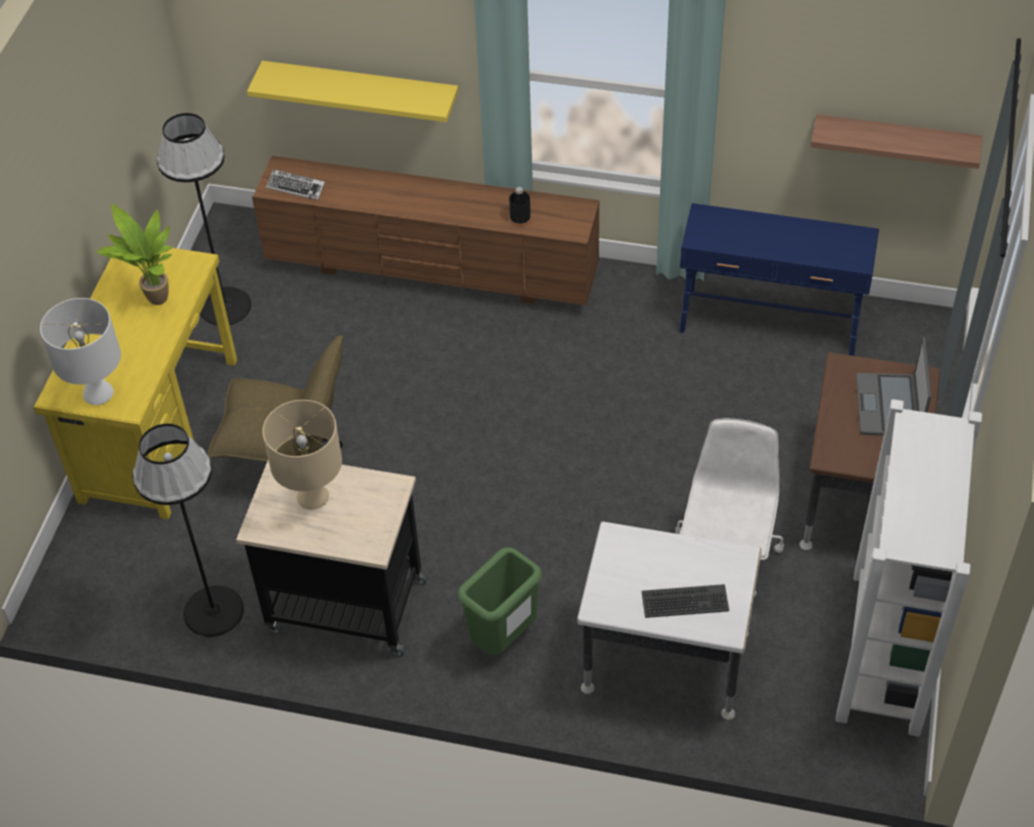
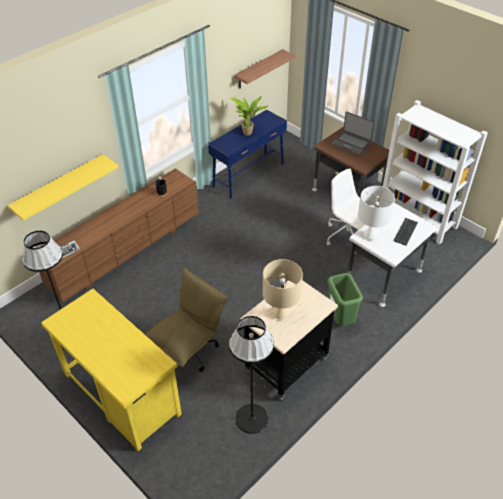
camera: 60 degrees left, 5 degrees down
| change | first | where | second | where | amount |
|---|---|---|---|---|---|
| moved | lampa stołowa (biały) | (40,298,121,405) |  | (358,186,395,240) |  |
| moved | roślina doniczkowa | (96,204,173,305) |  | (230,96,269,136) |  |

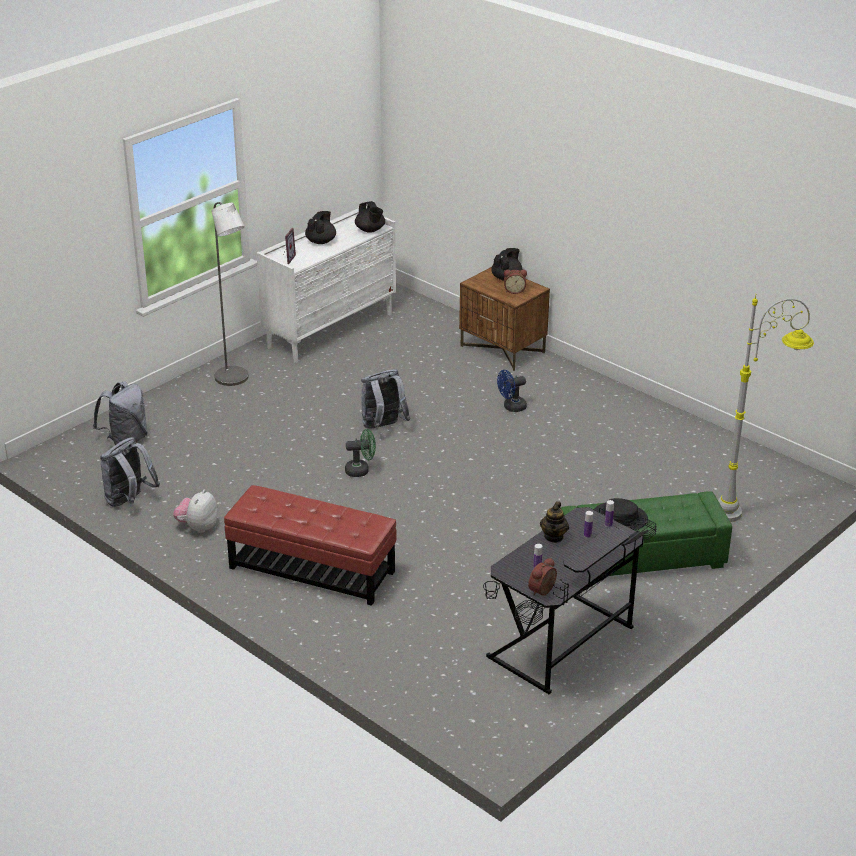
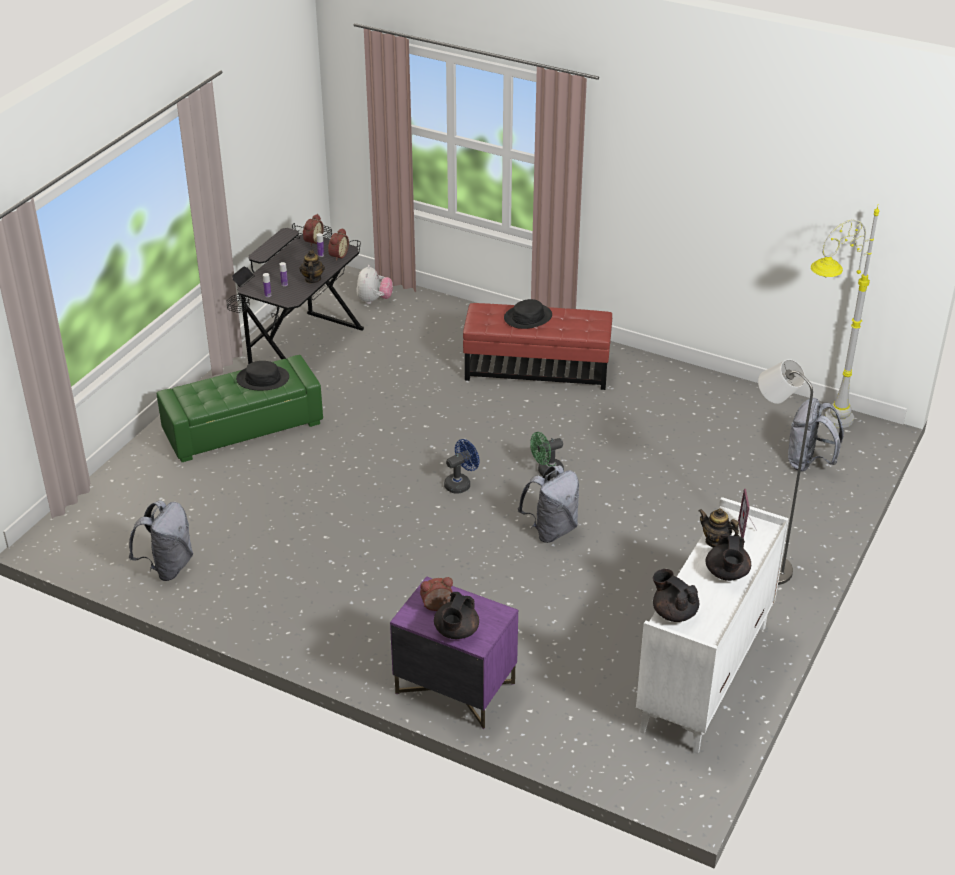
camera: 165 degrees right, 5 degrees up
| change | first | where | second | where | amount |
|---|---|---|---|---|---|
| moved | plecak (szary) | (100,437,160,507) |  | (129,500,193,581) |  |
| moved | pluszak | (173,489,218,533) |  | (356,265,393,304) |  |
| recoloured | szafka nocna (brązowy) | (459,267,550,371) | szafka nocna (fioletowy) | (390,576,518,729) |  |
| moved | wentylator (niebieski) | (497,370,527,412) |  | (444,439,479,494) |  |
| moved | lampa stojąca (szary) | (718,295,814,522) |  | (811,204,879,428) |  |
| added |  |  | budzik | (328,228,349,261) |  |
| added |  |  | kapelusz (czarny) | (504,299,552,329) |  |
| added |  |  | imbryk | (699,508,739,547) |  |

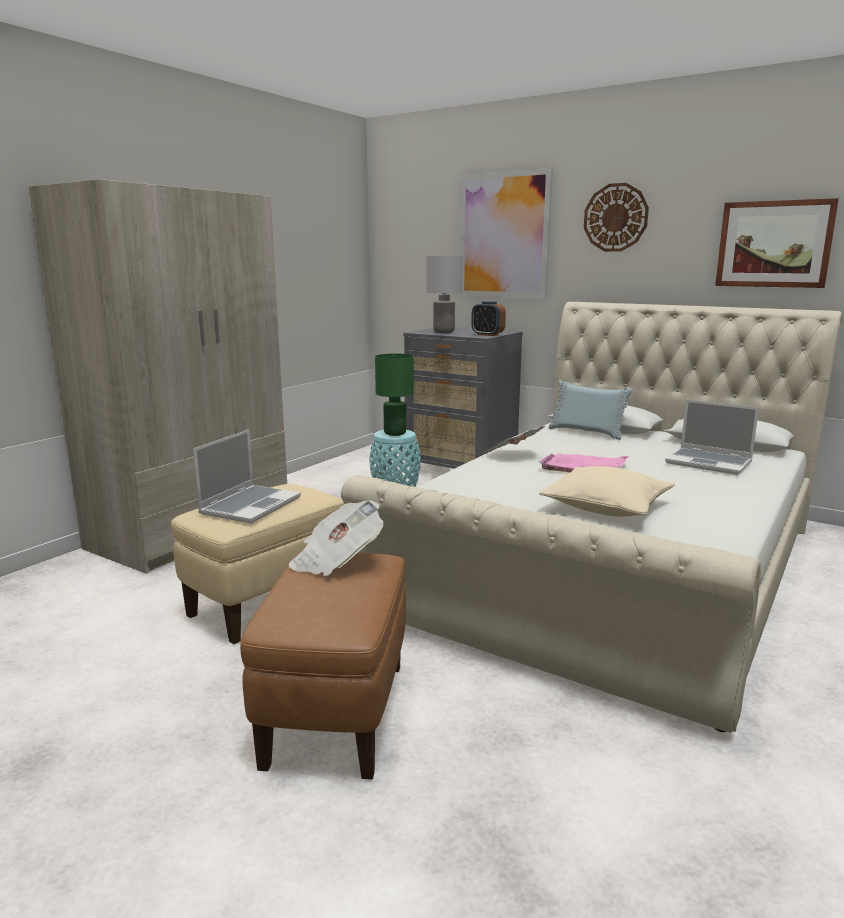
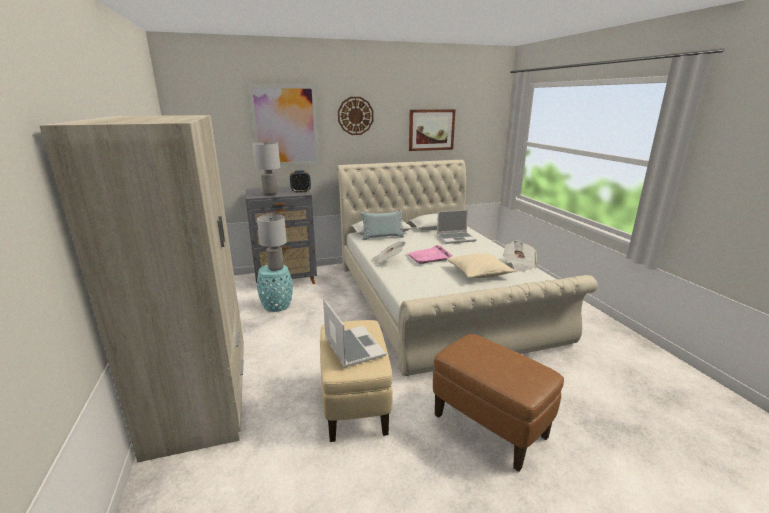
camera: 50 degrees left, 5 degrees up
| change | first | where | second | where | amount |
|---|---|---|---|---|---|
| moved | gazeta | (289,500,384,576) |  | (503,240,537,272) |  |
| recoloured | lampa stołowa (zielony) | (375,354,414,436) | lampa stołowa (szary) | (257,214,287,271) |  |

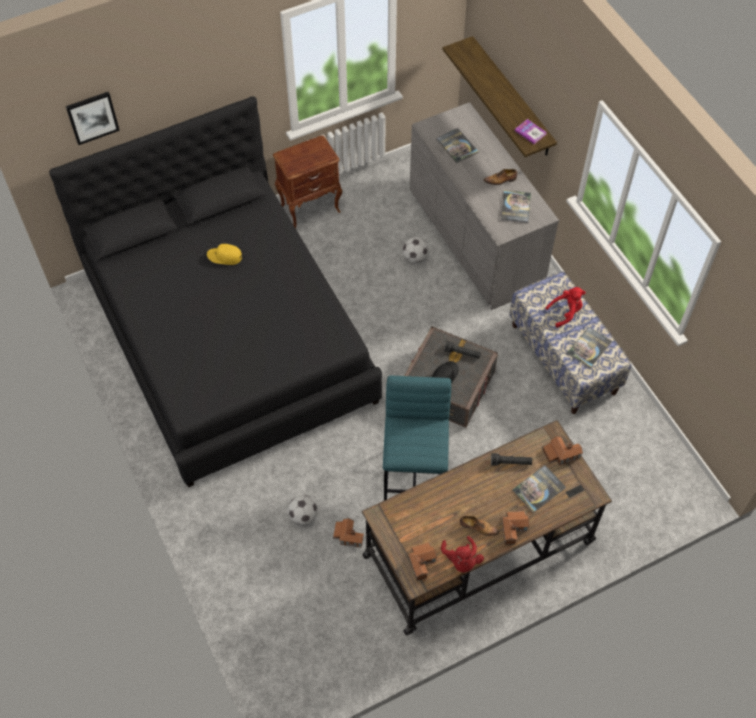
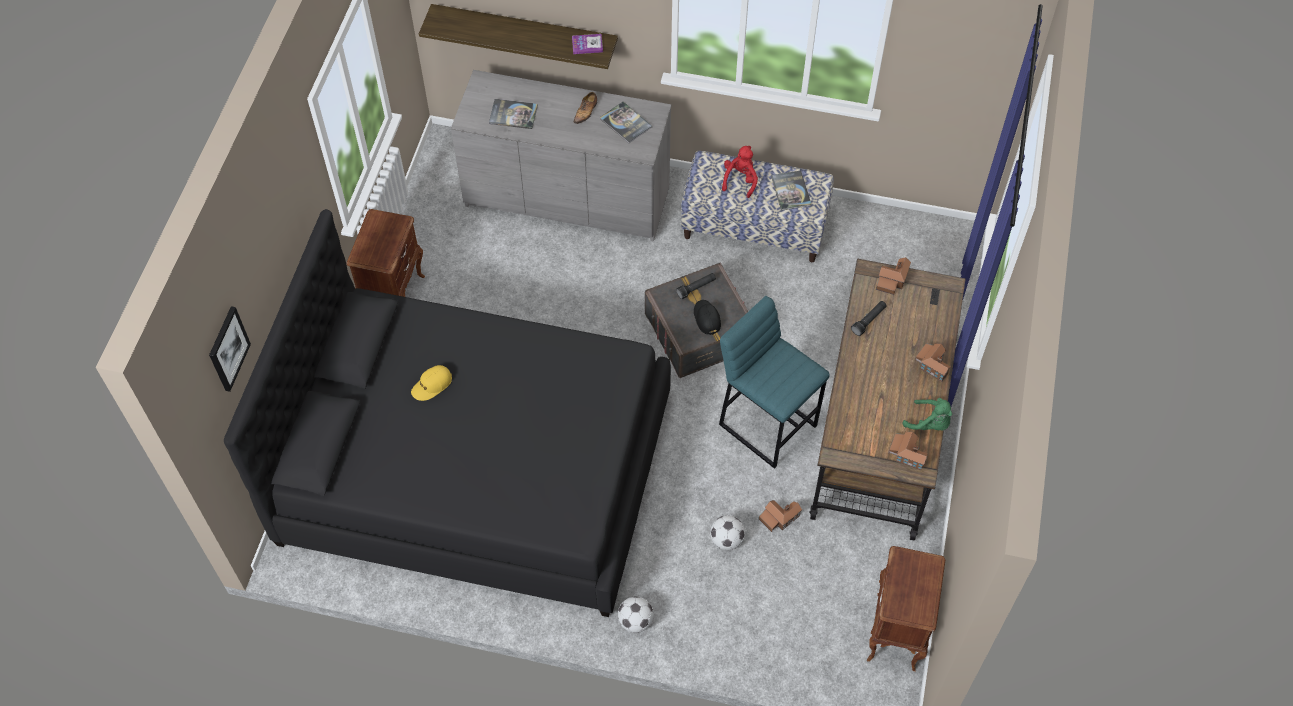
camera: 50 degrees left, 0 degrees up
| change | first | where | second | where | amount |
|---|---|---|---|---|---|
| moved | piłka futbolowa | (403,237,428,263) |  | (618,596,654,633) |  |
| recoloured | pluszak (czerwony) | (441,536,484,573) | pluszak (zielony) | (903,398,952,430) |  |
| removed | but | (460,516,499,536) |  |  |  |
| removed | książka | (512,465,566,513) |  |  |  |
| added |  |  | szafka nocna (brązowy) | (867,546,945,672) |  |

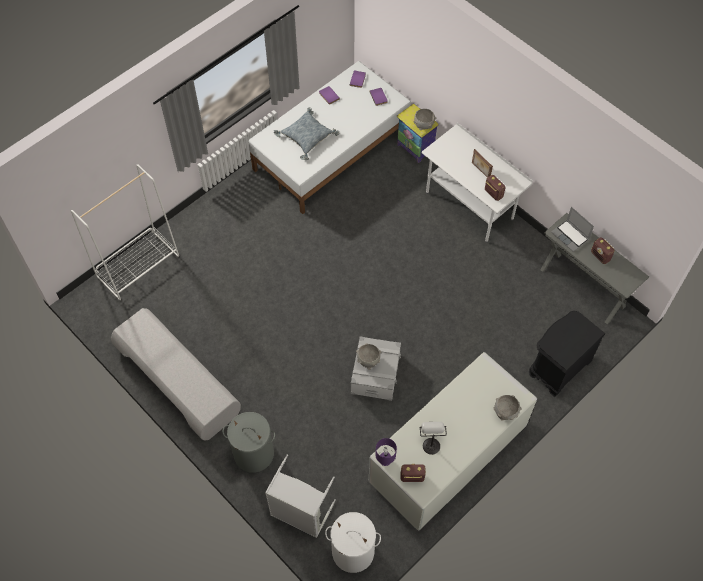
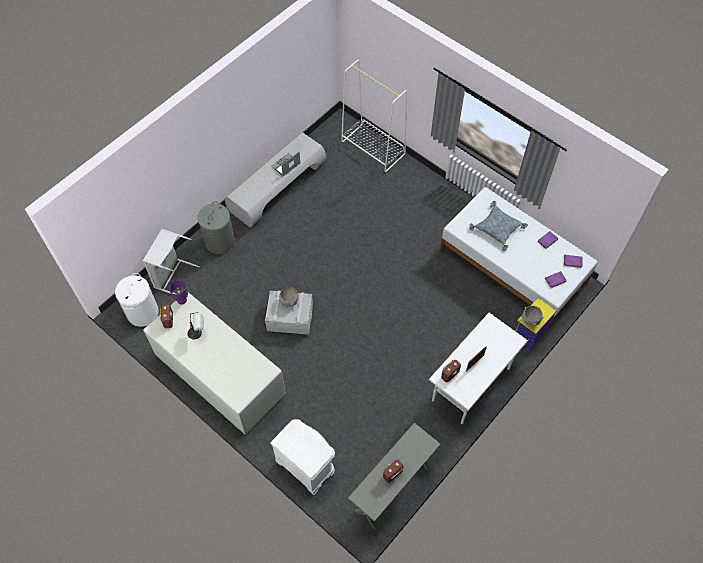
camera: 85 degrees right, 0 degrees up
| change | first | where | second | where | amount |
|---|---|---|---|---|---|
| removed | miska (szary) | (493,395,522,421) |  |  |  |
| recoloured | szafka nocna (czarny) | (529,311,605,397) | szafka nocna (biały) | (270,419,335,495) |  |
| moved | laptop | (551,207,594,252) |  | (271,152,300,176) |  |

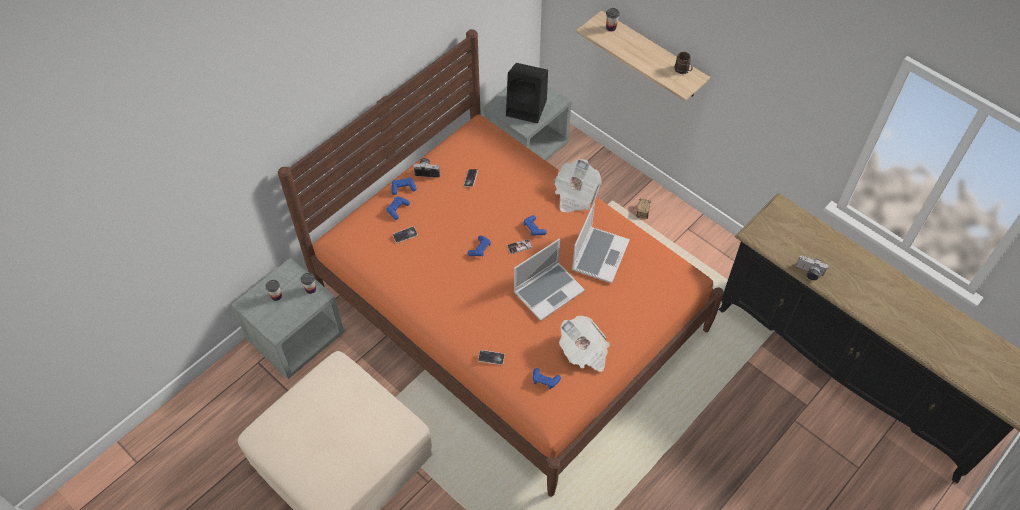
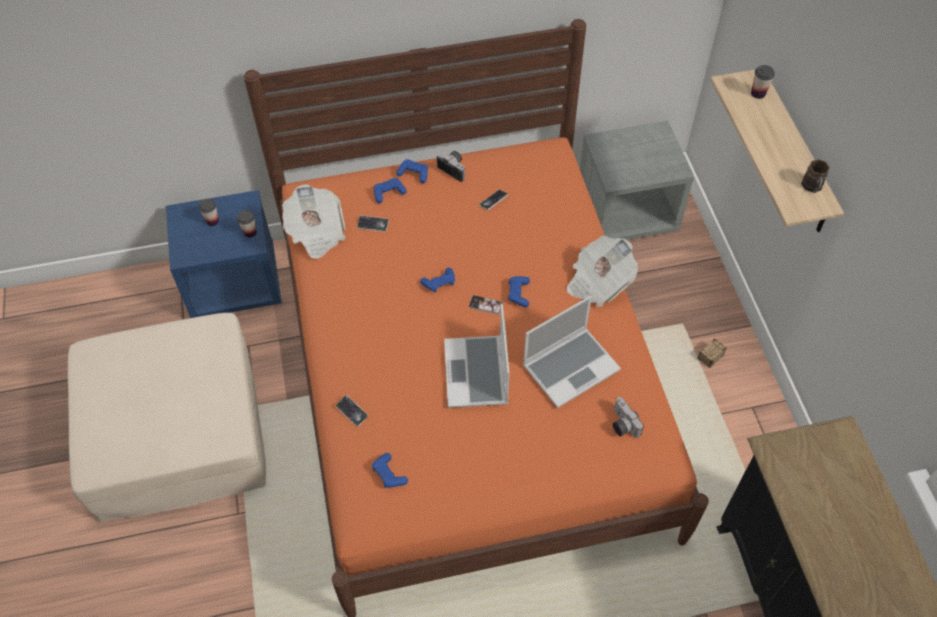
camera: 35 degrees right, 0 degrees up
| change | first | where | second | where | amount |
|---|---|---|---|---|---|
| recoloured | szafka nocna (szary) | (231,258,345,379) | szafka nocna (niebieski) | (166,190,282,318) |  |
| removed | głośnik (czarny) | (506,63,548,123) |  |  |  |
| turned | laptop | (514,238,585,321) |  | (444,304,510,408) | 90 degrees clockwise |
| moved | gazeta | (559,316,610,372) |  | (282,184,346,259) |  |
| moved | aparat fotograficzny | (796,255,828,280) |  | (613,397,644,438) |  |

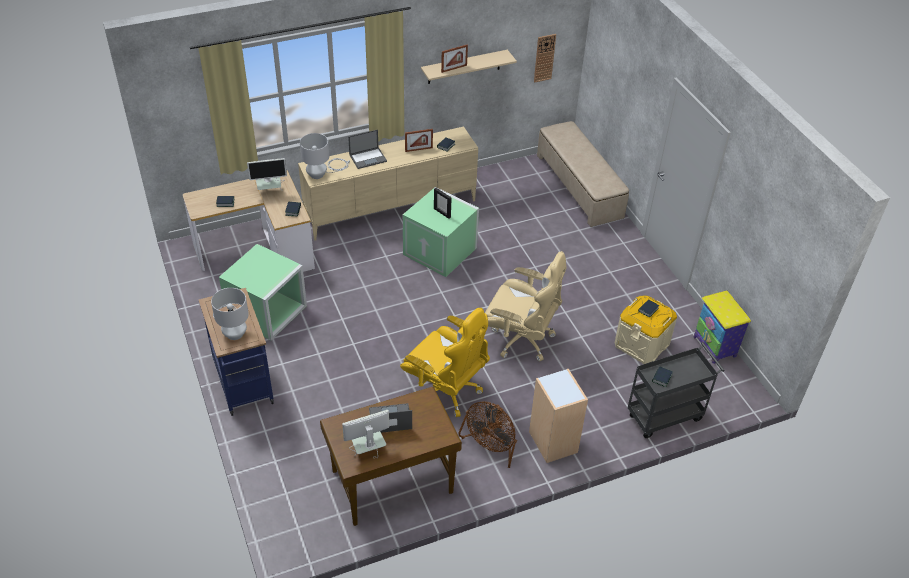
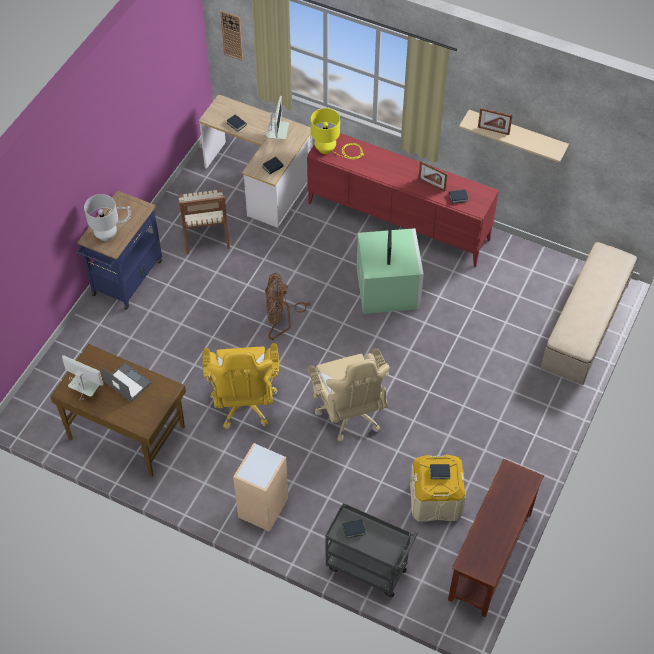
camera: 50 degrees right, 10 degrees up
| change | first | where | second | where | amount |
|---|---|---|---|---|---|
| replaced | pojemnik do przechowywania (zielony) | (219,244,307,341) | krzesło | (179,189,230,254) |  |
| turned | monitor | (247,158,287,190) |  | (263,96,289,139) | 120 degrees counterclockwise |
| recoloured | szafka (beżowy) | (298,126,478,241) | szafka (czerwony) | (307,133,499,267) |  |
| recoloured | lampa stołowa (biały) | (300,133,350,179) | lampa stołowa (żółty) | (311,108,364,159) |  |
| removed | laptop | (348,130,387,169) |  |  |  |
| moved | wentylator (brązowy) | (458,402,517,468) |  | (265,273,310,340) |  |
| moved | zegar ścienny | (534,34,556,83) |  | (220,11,243,61) |  |
| replaced | szafka nocna | (694,290,751,364) | stolik konsolowy (brązowy) | (448,459,544,617) |  |

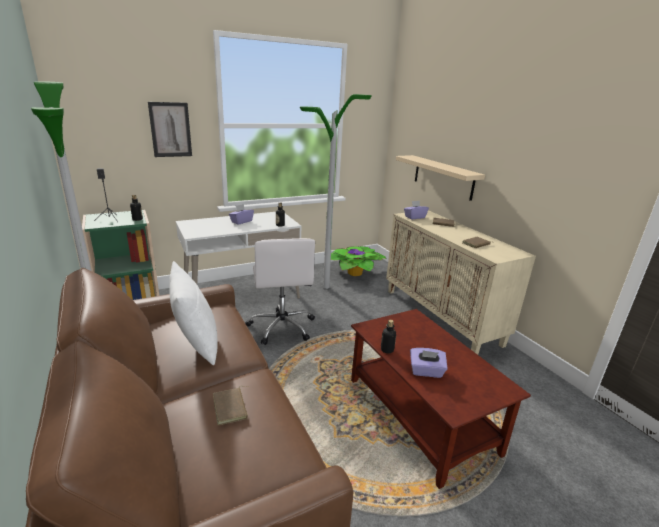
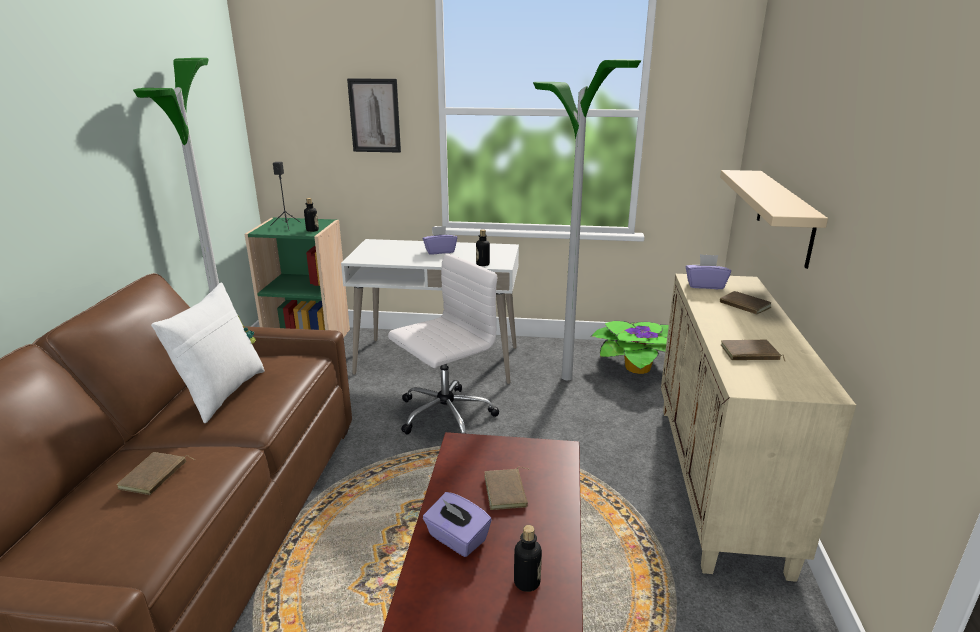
camera: 35 degrees right, 0 degrees up
| change | first | where | second | where | amount |
|---|---|---|---|---|---|
| turned | krzesło biurowe (biały) | (246,238,315,345) |  | (388,254,499,435) | 150 degrees counterclockwise |
| moved | butelka | (381,320,396,353) |  | (514,525,542,592) |  |
| added |  |  | książka (brązowy) | (485,467,530,510) |  |

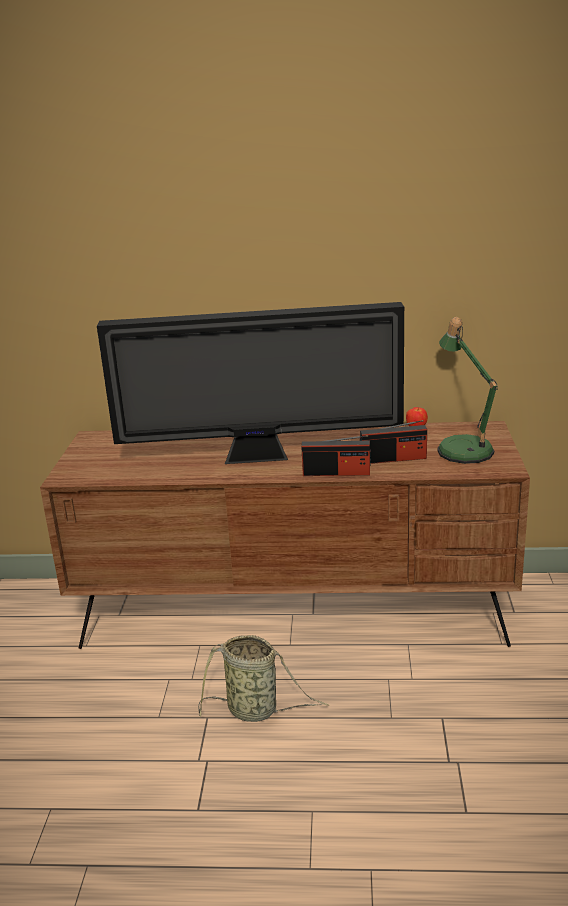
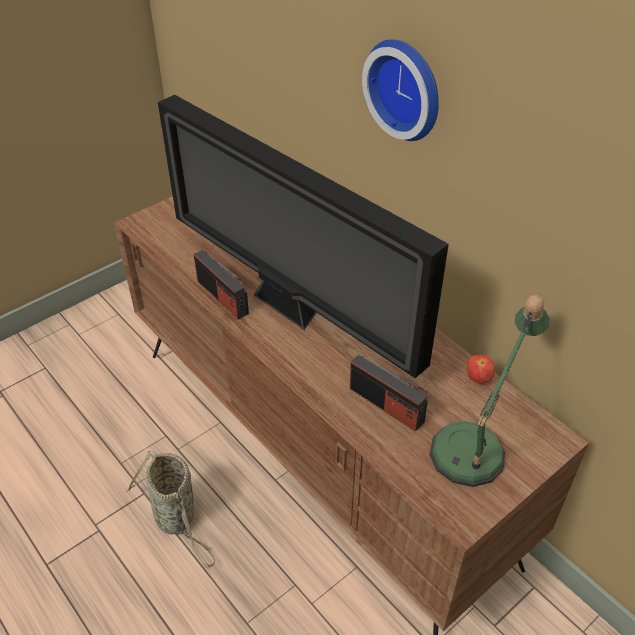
camera: 45 degrees right, 20 degrees up
| change | first | where | second | where | amount |
|---|---|---|---|---|---|
| moved | radio | (301,435,371,476) |  | (194,250,249,320) |  |
| added |  |  | zegar ścienny | (362,39,439,141) |  |

